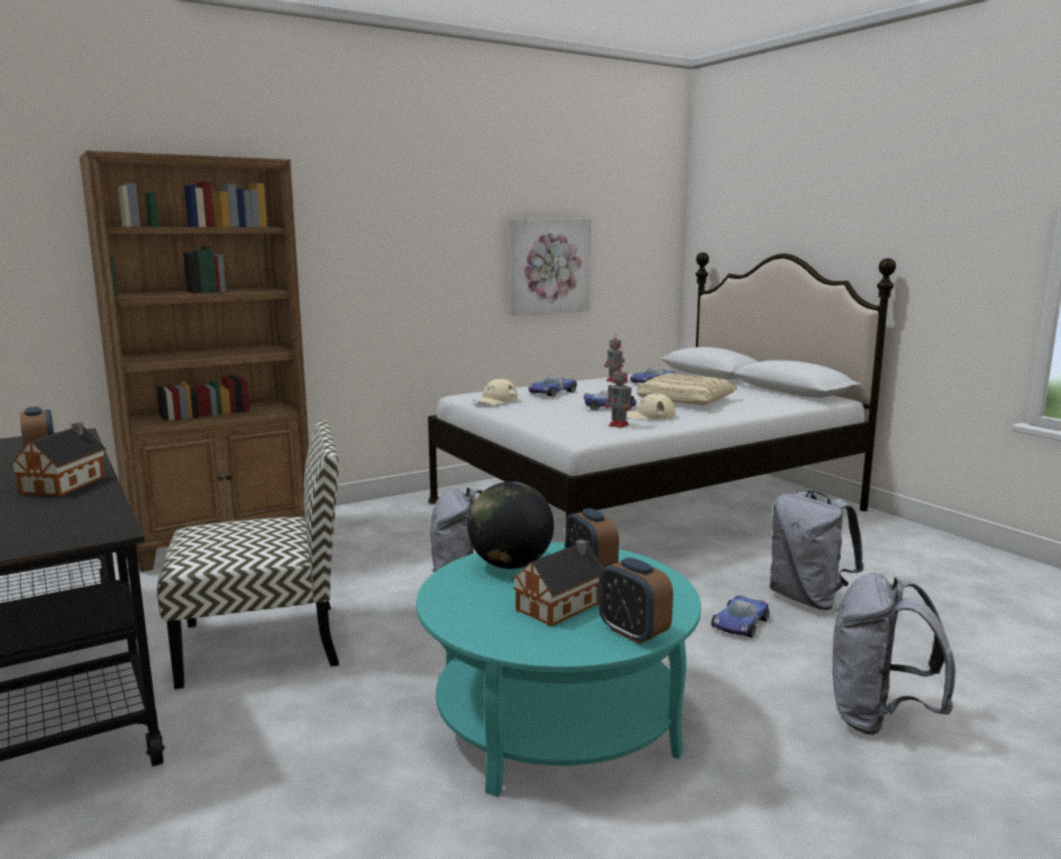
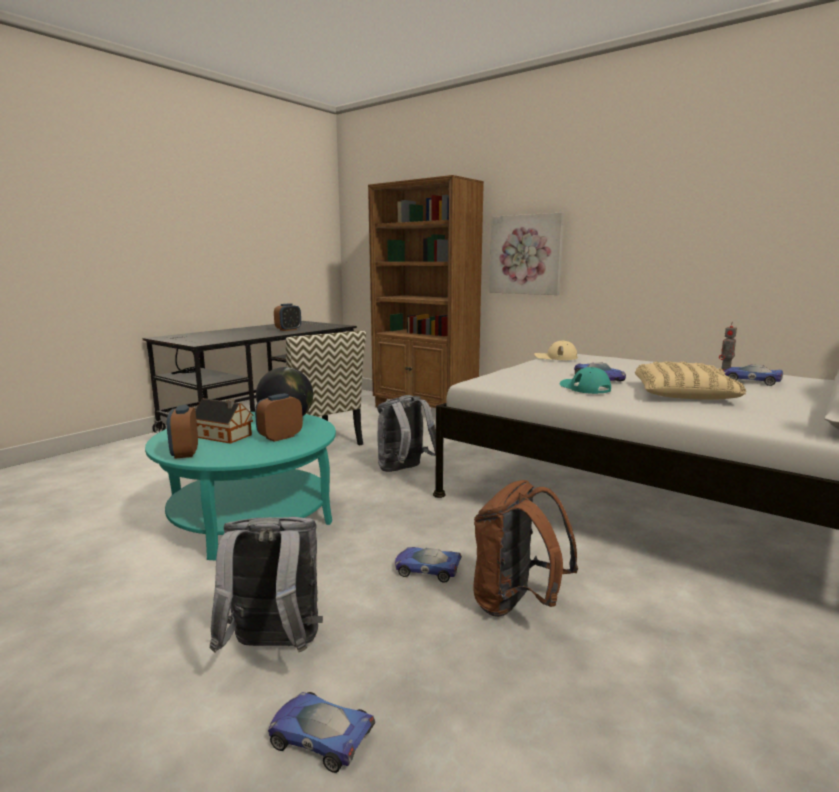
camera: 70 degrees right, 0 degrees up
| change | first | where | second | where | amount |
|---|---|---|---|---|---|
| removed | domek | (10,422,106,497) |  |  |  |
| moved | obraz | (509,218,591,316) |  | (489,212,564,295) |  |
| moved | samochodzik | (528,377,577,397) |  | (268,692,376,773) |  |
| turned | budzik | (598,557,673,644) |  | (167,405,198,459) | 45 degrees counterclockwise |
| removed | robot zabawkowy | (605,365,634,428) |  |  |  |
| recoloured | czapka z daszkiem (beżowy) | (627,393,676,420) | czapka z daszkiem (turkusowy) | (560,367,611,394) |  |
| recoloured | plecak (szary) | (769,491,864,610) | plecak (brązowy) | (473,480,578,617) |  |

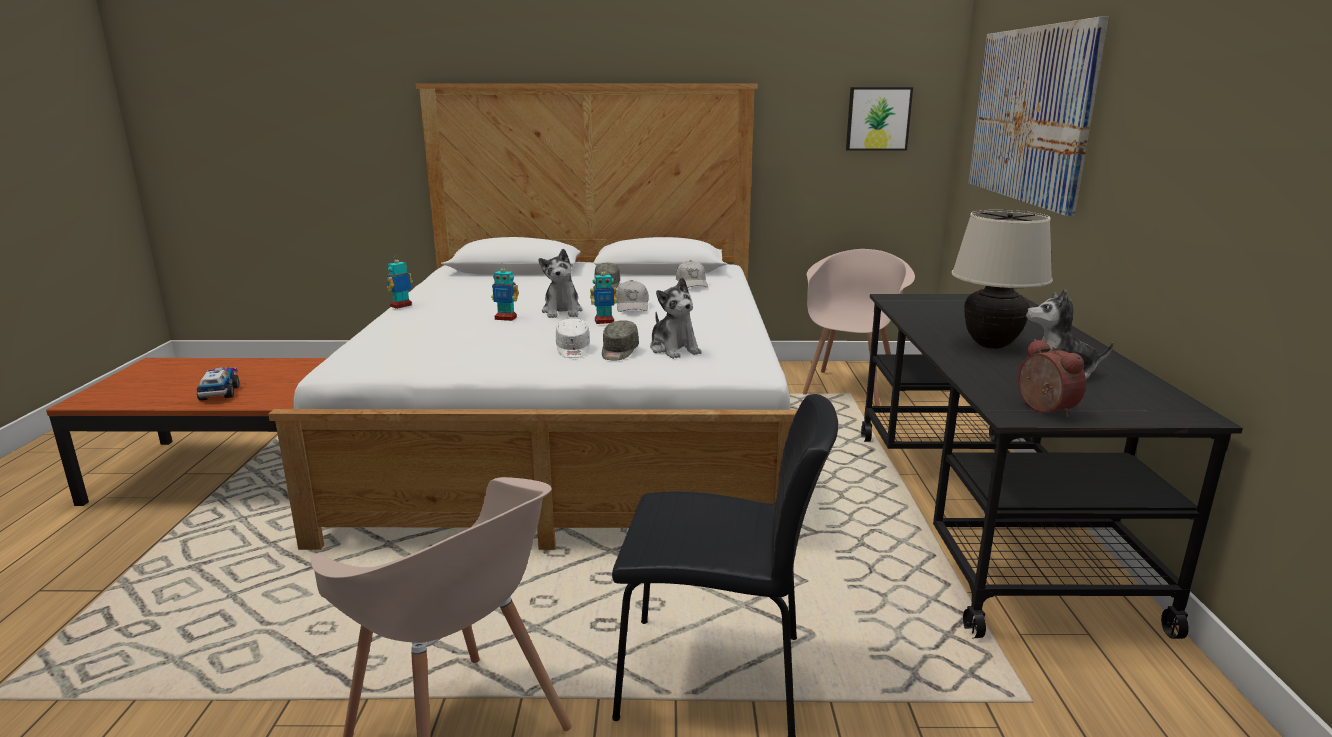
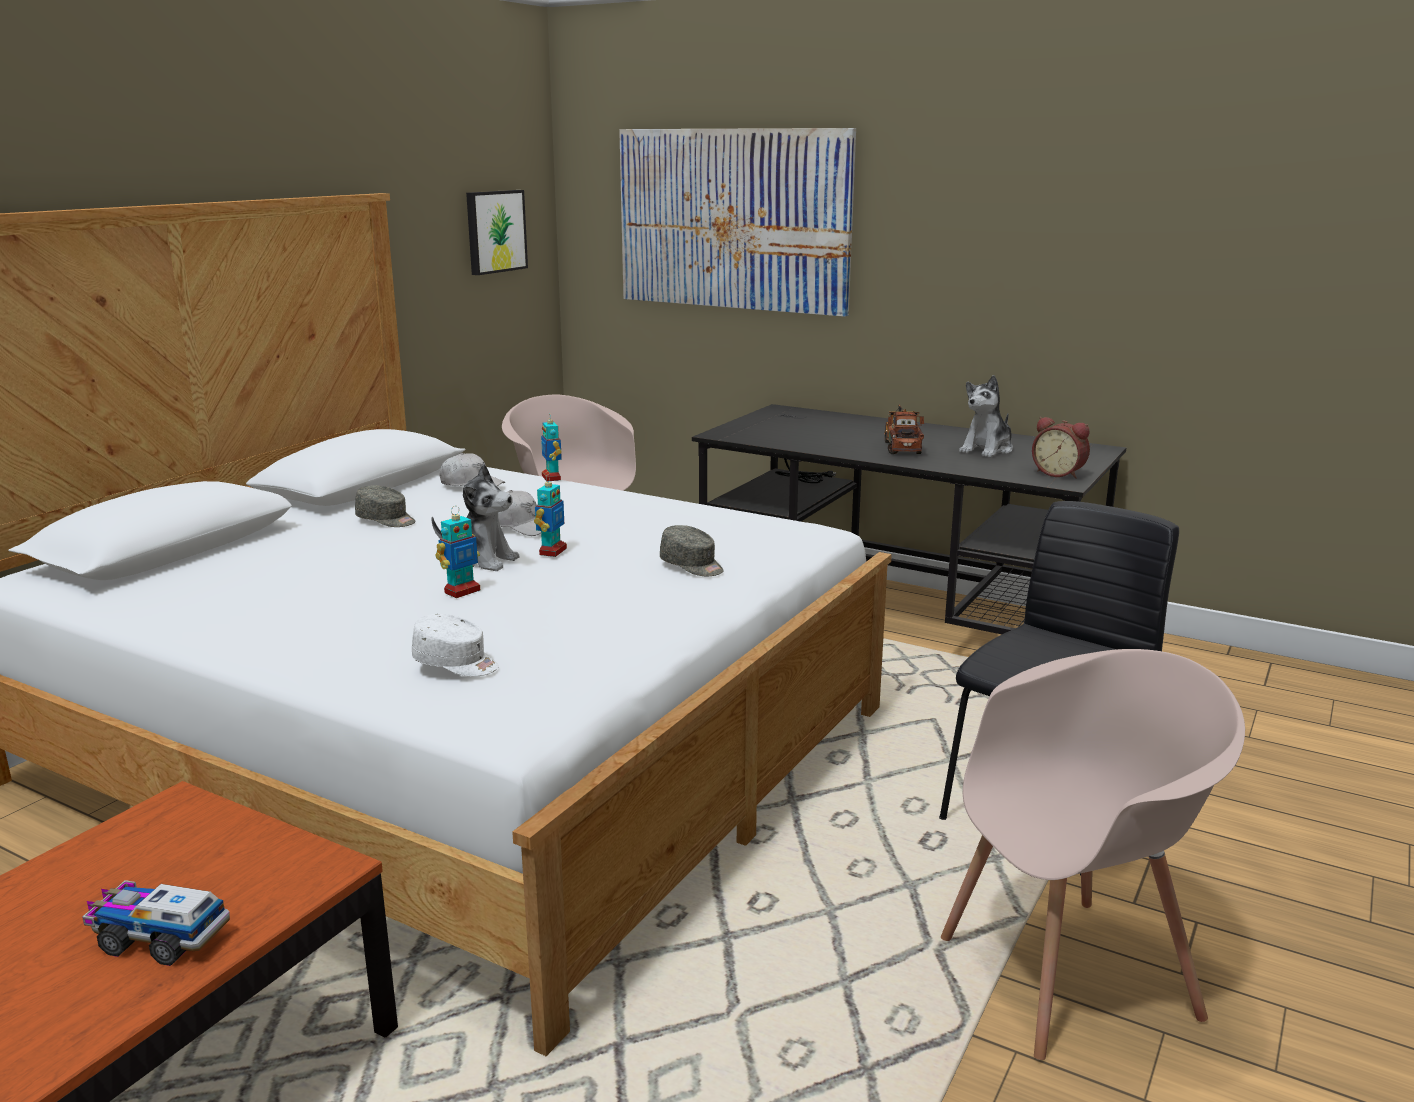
camera: 60 degrees left, 0 degrees up
| change | first | where | second | where | amount |
|---|---|---|---|---|---|
| moved | robot zabawkowy | (387,255,413,309) |  | (541,413,562,482) |  |
| moved | czapka z daszkiem (biały) | (556,318,590,358) |  | (412,614,499,676) |  |
| removed | pluszak | (650,277,702,359) |  |  |  |
| replaced | lampa stołowa (beżowy) | (951,210,1053,349) | ciężarówka zabawkowa | (884,404,924,454) |  |
| turned | budzik | (1017,339,1086,418) |  | (1032,417,1090,479) | 150 degrees counterclockwise |

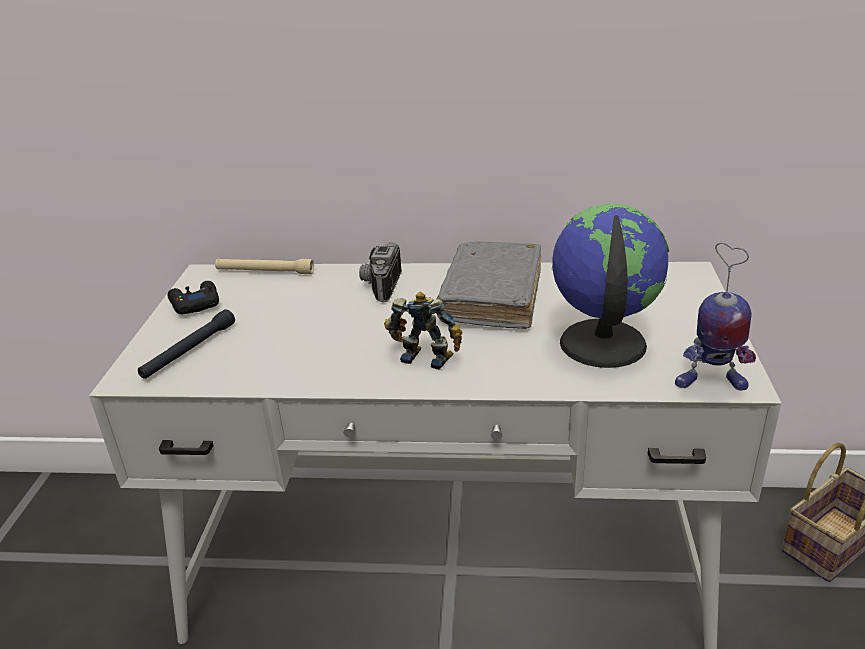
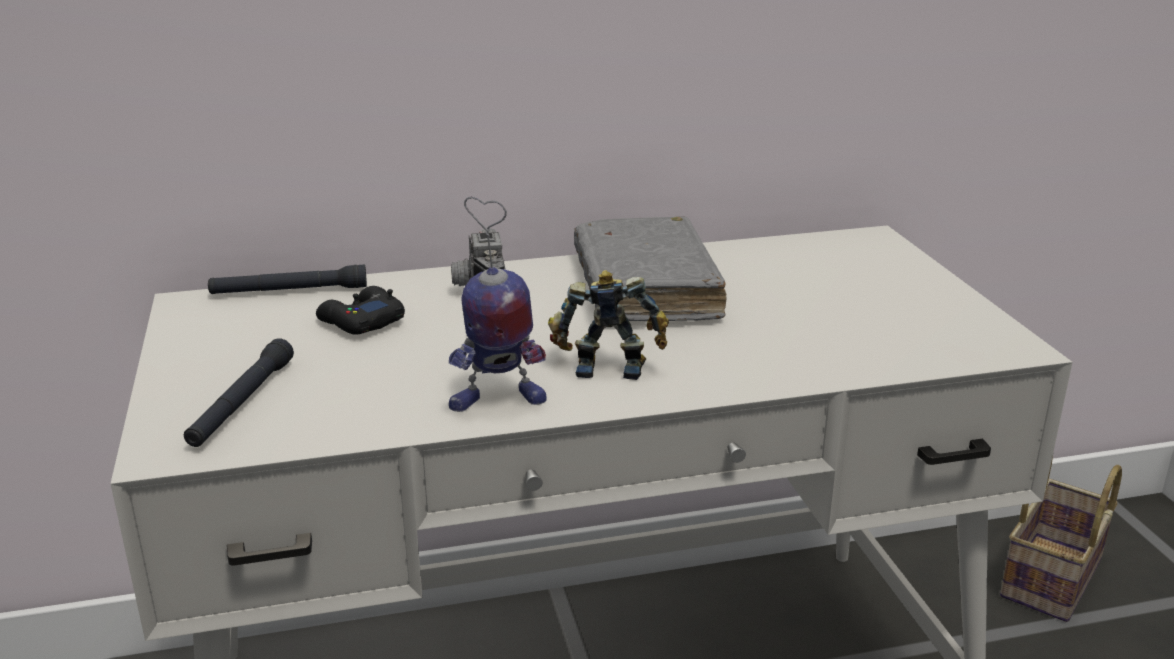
camera: 20 degrees left, 5 degrees down
| change | first | where | second | where | amount |
|---|---|---|---|---|---|
| moved | pad do gier (czarny) | (168,281,219,314) |  | (316,286,405,335) |  |
| recoloured | latarka (beżowy) | (215,259,314,274) | latarka (czarny) | (208,265,367,294) |  |
| removed | globus | (551,204,669,368) |  |  |  |
| moved | robot zabawkowy | (675,243,756,391) |  | (449,197,547,412) |  |

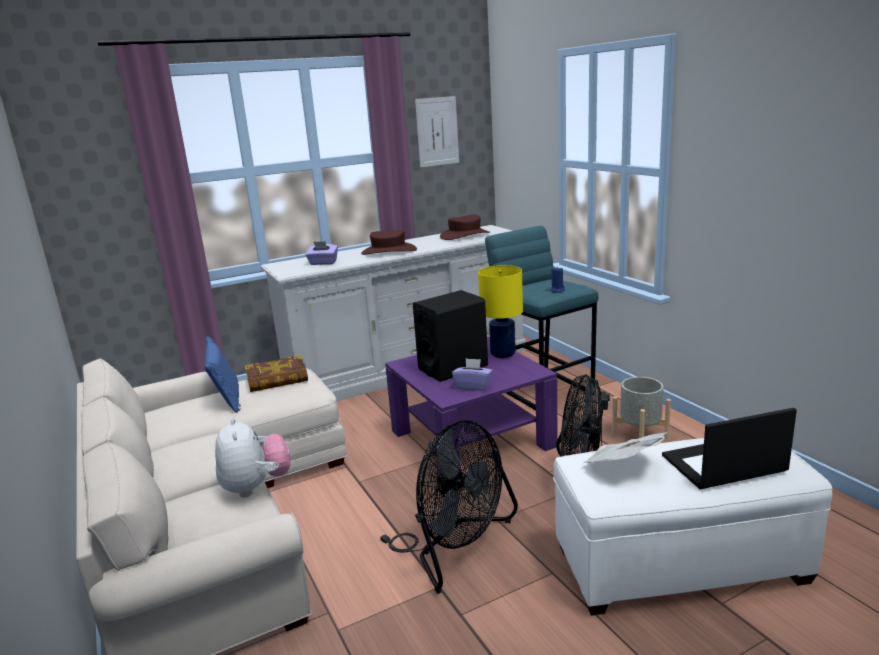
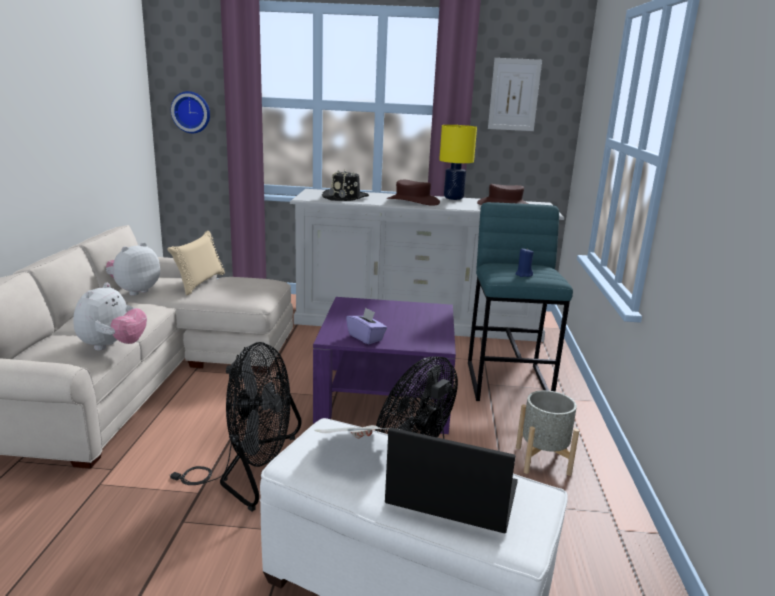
camera: 30 degrees right, 0 degrees up
| change | first | where | second | where | amount |
|---|---|---|---|---|---|
| recoloured | poduszka (niebieski) | (205,336,241,413) | poduszka (beżowy) | (167,231,225,295) |  |
| removed | książka | (245,355,308,392) |  |  |  |
| replaced | pudełko chusteczek (fioletowy) | (306,241,338,265) | kapelusz (czarny) | (322,169,369,201) |  |
| turned | wentylator (czarny) | (380,421,518,594) |  | (170,342,301,512) | 60 degrees counterclockwise |
| removed | głośnik (czarny) | (413,290,488,382) |  |  |  |
| moved | lampa stołowa (żółty) | (478,265,523,358) |  | (439,125,477,200) |  |
| added |  |  | pluszak | (106,242,160,296) |  |
| added |  |  | zegar ścienny | (171,91,210,133) |  |

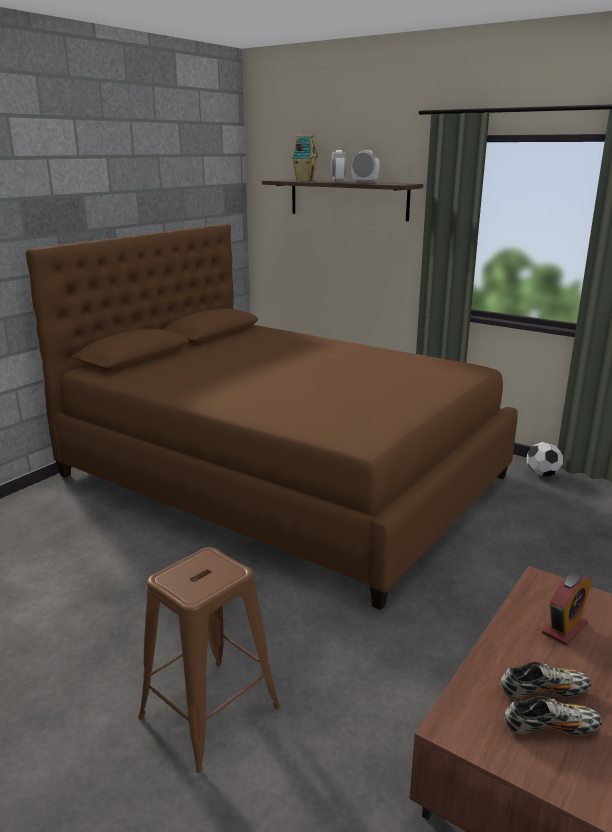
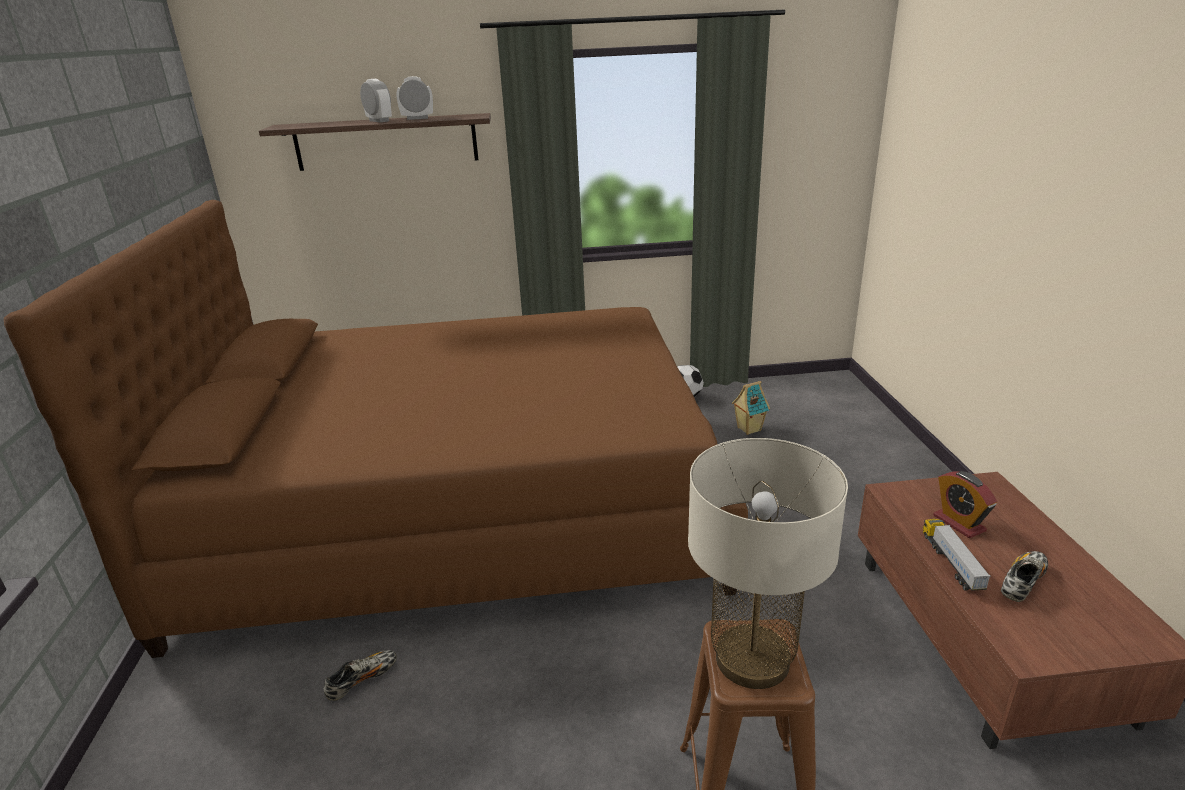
camera: 40 degrees left, 5 degrees up
| change | first | where | second | where | amount |
|---|---|---|---|---|---|
| moved | domek | (291,135,318,181) |  | (732,381,770,435) |  |
| moved | but | (504,696,603,735) |  | (323,650,397,701) |  |
| turned | budzik | (542,572,592,645) |  | (933,471,997,538) | 150 degrees clockwise |
| added |  |  | lampa stołowa | (688,438,848,689) |  |
| added |  |  | ciężarówka zabawkowa | (923,519,991,591) |  |

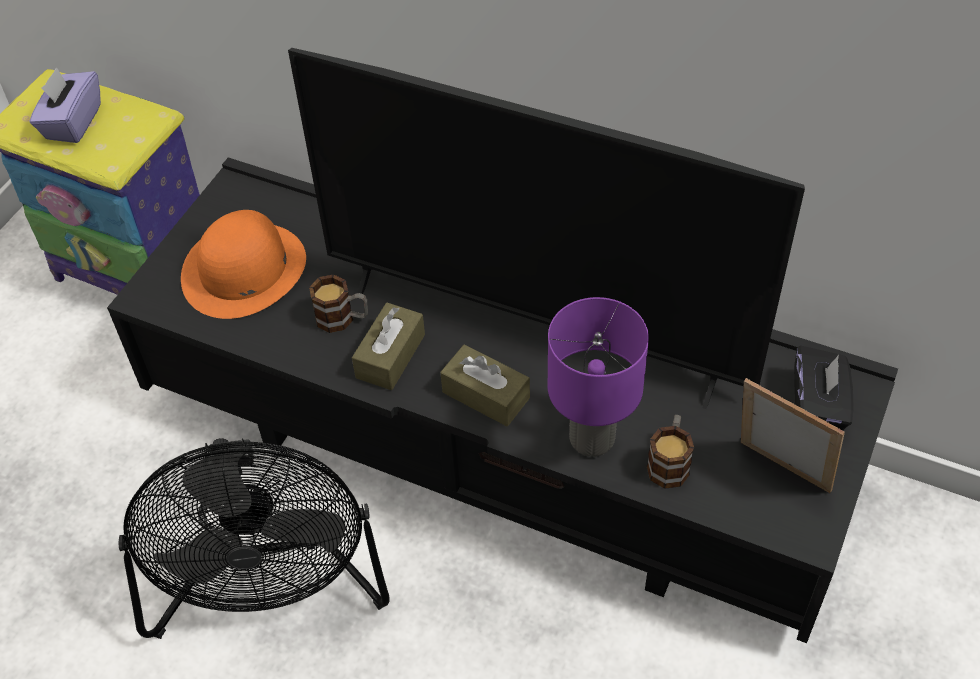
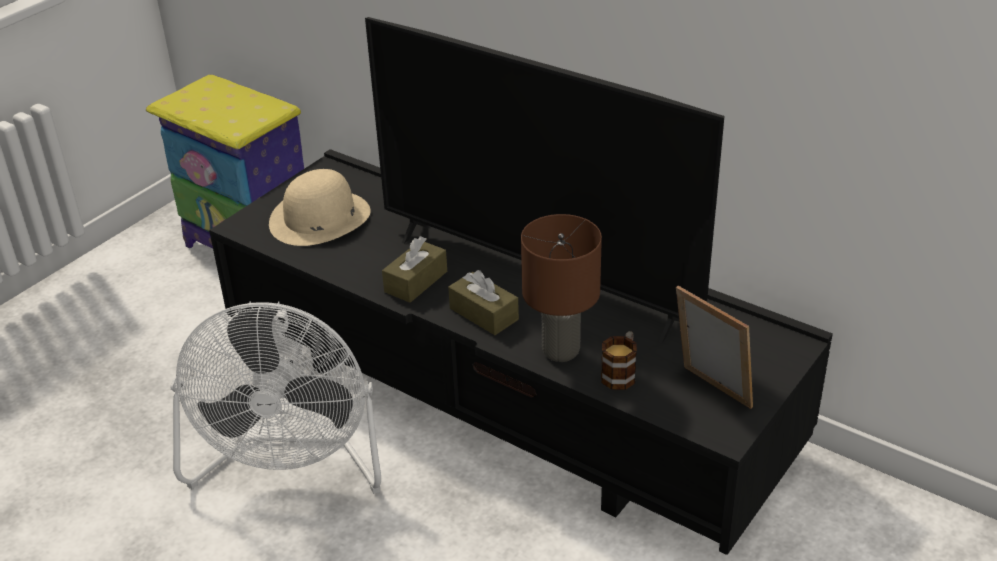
camera: 10 degrees right, 15 degrees down
| change | first | where | second | where | amount |
|---|---|---|---|---|---|
| removed | pudełko chusteczek (fioletowy) | (30,67,101,143) |  |  |  |
| recoloured | wentylator (czarny) | (119,438,390,639) | wentylator (biały) | (170,301,381,494) |  |
| recoloured | kapelusz (pomarańczowy) | (181,210,306,319) | kapelusz (beżowy) | (269,169,371,246) |  |
| removed | kubek | (309,274,368,333) |  |  |  |
| recoloured | lampa stołowa (fioletowy) | (548,297,649,457) | lampa stołowa (brązowy) | (521,214,602,362) |  |
| removed | pudełko chusteczek (czarny) | (794,345,853,430) |  |  |  |

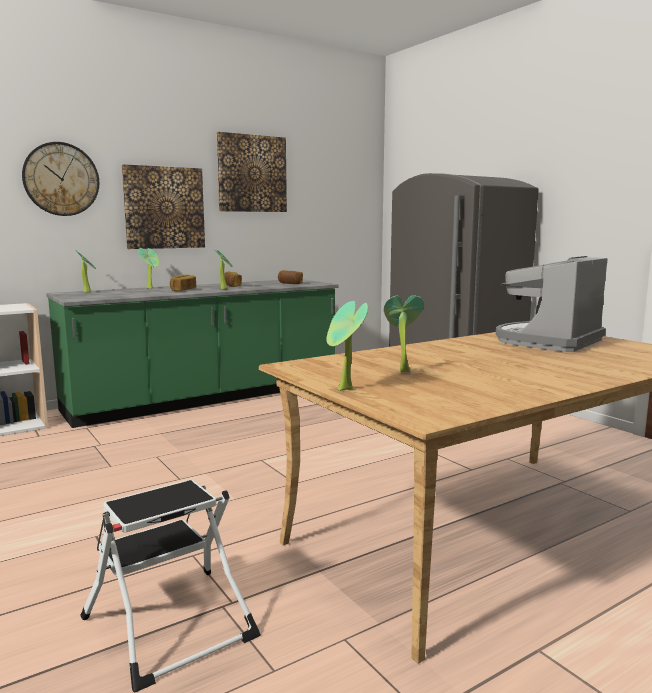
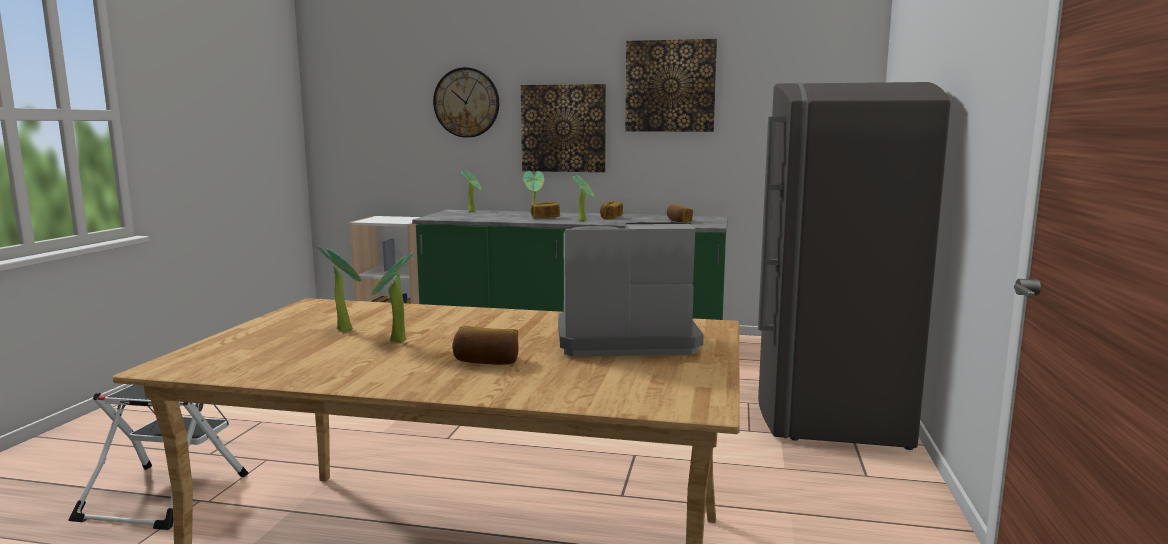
camera: 45 degrees right, 0 degrees up
| change | first | where | second | where | amount |
|---|---|---|---|---|---|
| moved | roślina doniczkowa | (326,301,368,391) |  | (371,252,414,343) |  |
| added |  |  | chleb | (452,326,519,365) |  |

